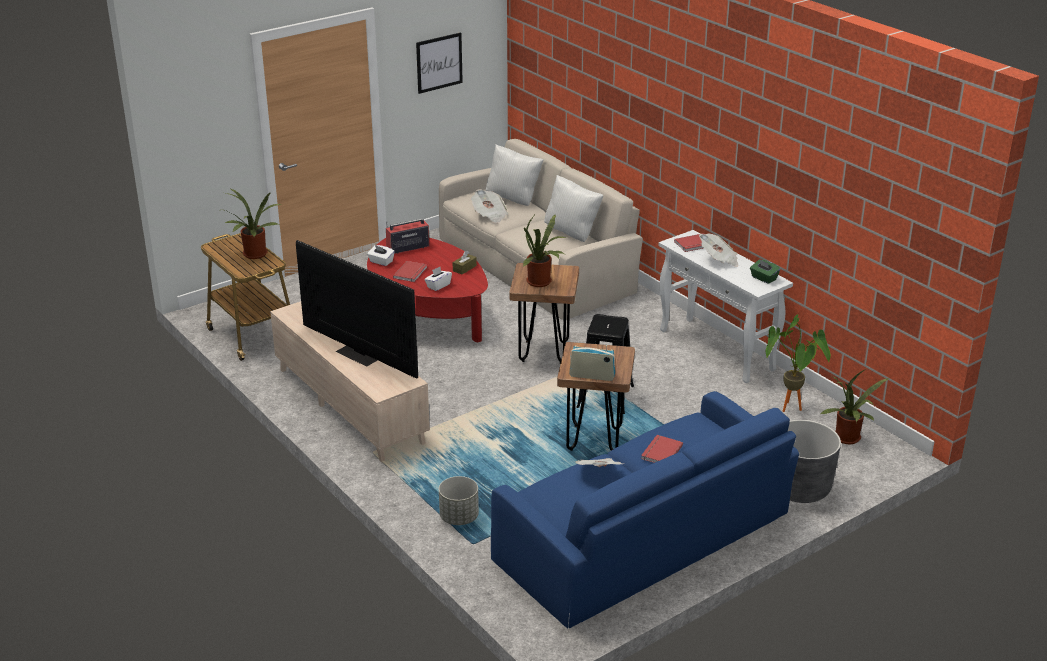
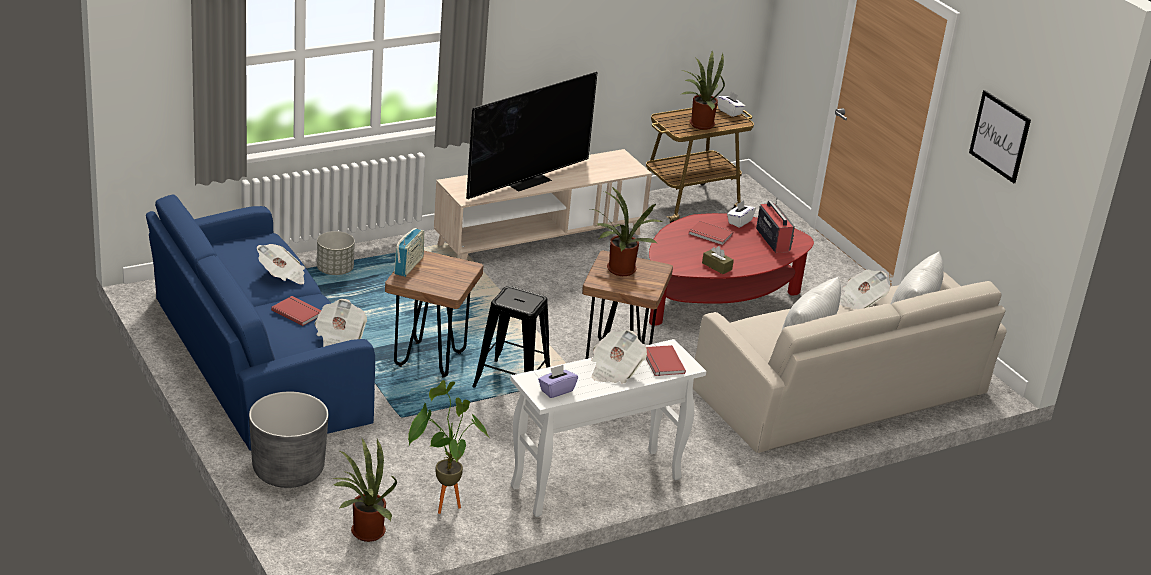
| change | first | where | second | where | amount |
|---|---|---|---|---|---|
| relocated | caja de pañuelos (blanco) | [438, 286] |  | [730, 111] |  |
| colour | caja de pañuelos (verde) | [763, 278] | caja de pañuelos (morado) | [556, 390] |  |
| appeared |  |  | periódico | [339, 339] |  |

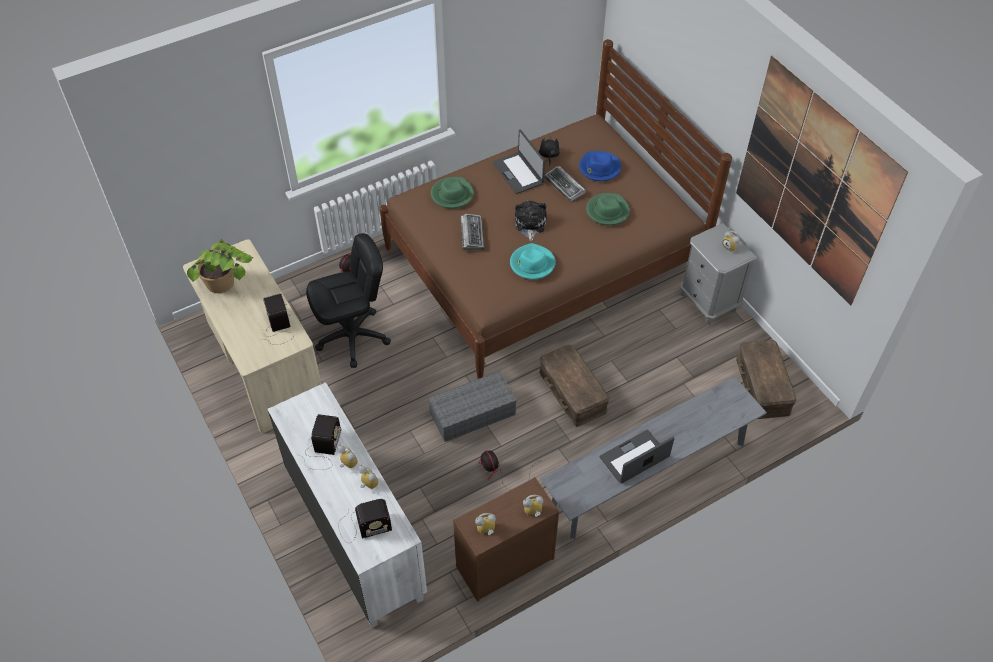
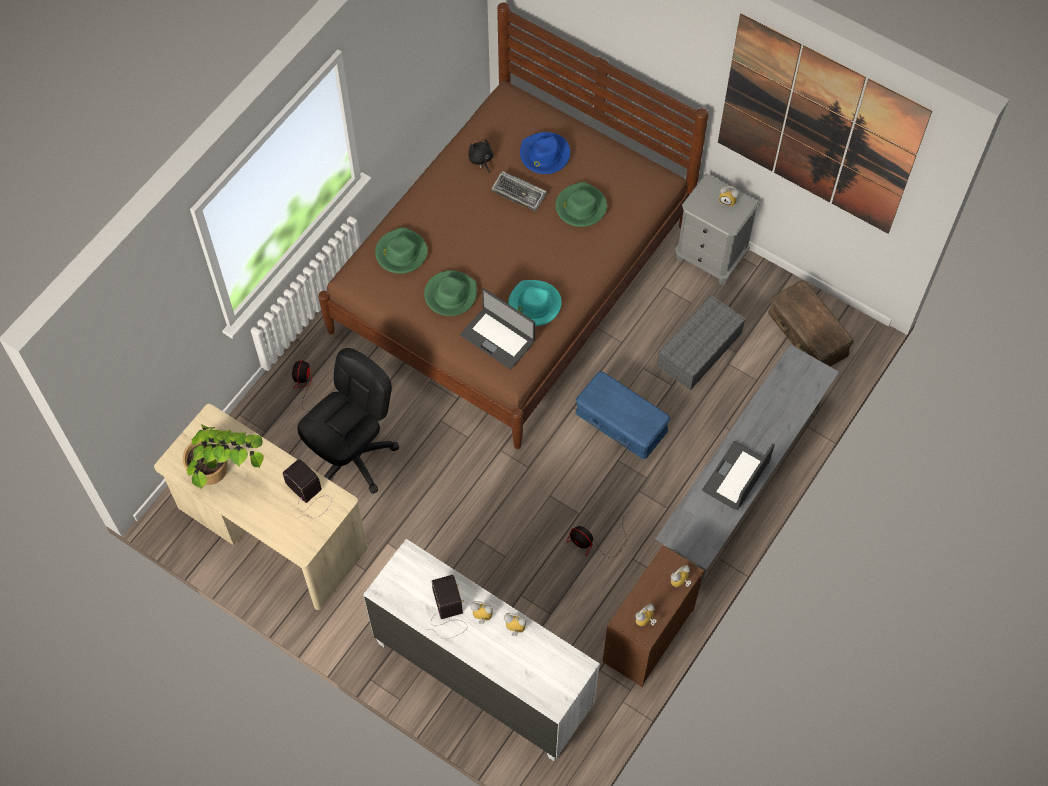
| change | first | where | second | where | amount |
|---|---|---|---|---|---|
| missing | radio | [362, 526] |  |  |  |
| relocated | caja de almacenaje (gris) | [471, 414] |  | [699, 351] |  |
| exchanged | teclado | [472, 234] | sombrero (verde) | [450, 295] |  |
| relocated | portátil | [518, 173] |  | [498, 338] |  |
| missing | peluche | [530, 224] |  |  |  |
| colour | caja de almacenaje (marrón) | [573, 391] | caja de almacenaje (azul) | [622, 420] |  |

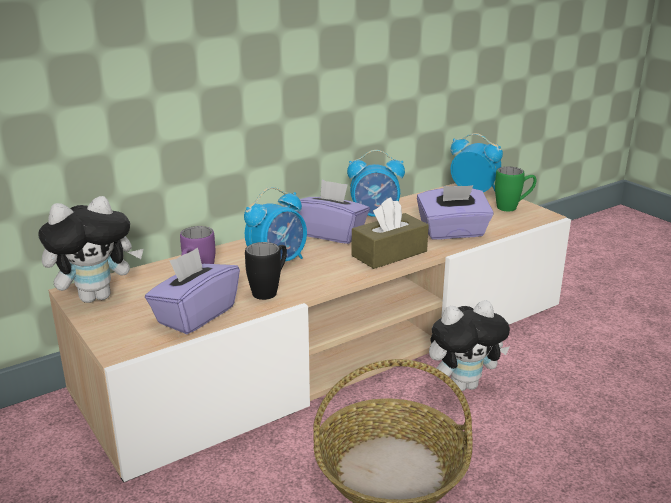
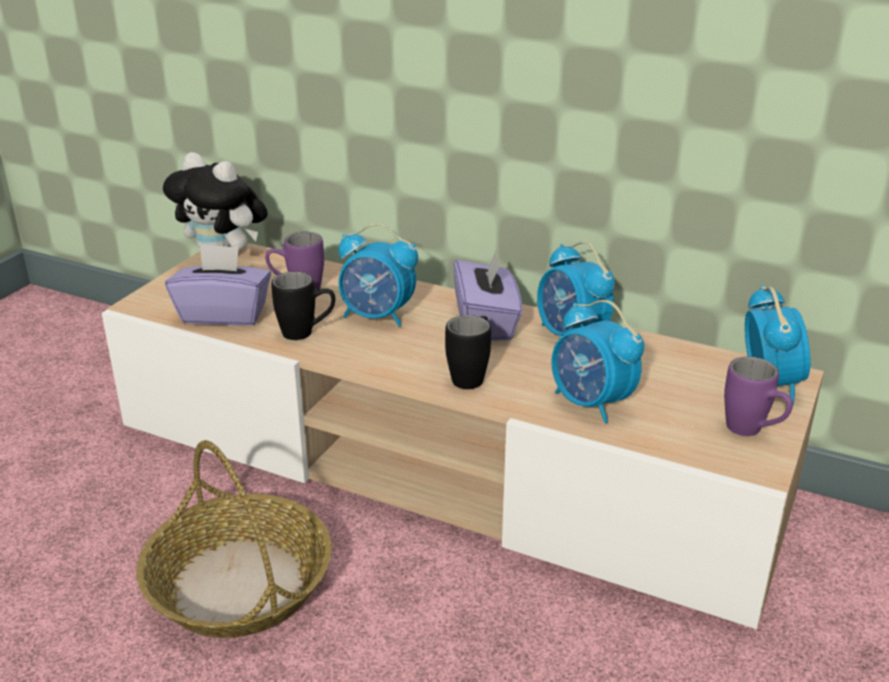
| change | first | where | second | where | amount |
|---|---|---|---|---|---|
| exchanged | caja de pañuelos (marrón) | [389, 253] | taza grande (negro) | [472, 375] |  |
| exchanged | caja de pañuelos (morado) | [453, 232] | despertador | [591, 404] |  |
| missing | peluche | [463, 384] |  |  |  |
| colour | taza grande (verde) | [513, 207] | taza grande (morado) | [752, 432] |  |

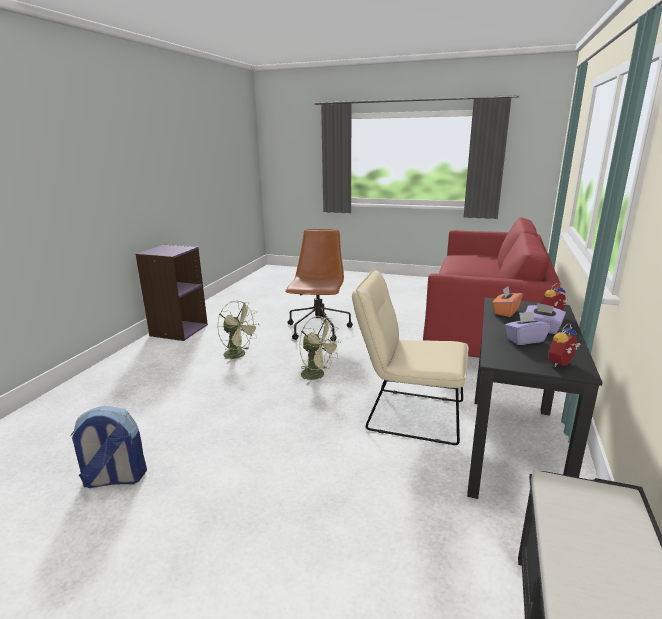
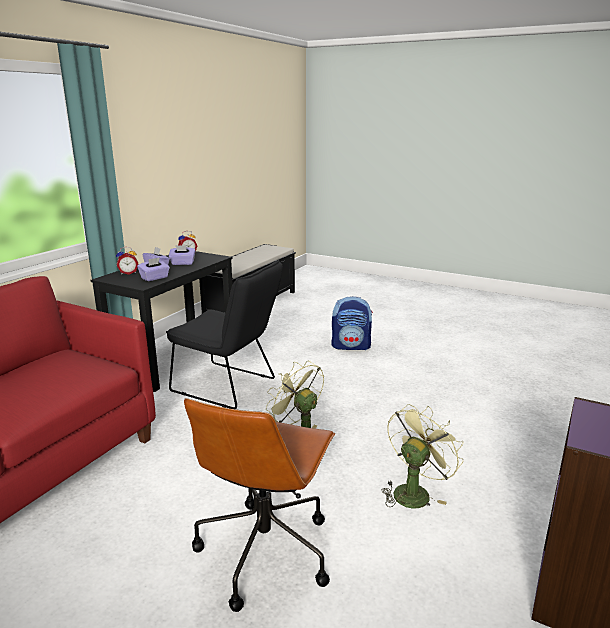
| change | first | where | second | where | amount |
|---|---|---|---|---|---|
| relocated | mochila | [114, 479] |  | [351, 346] |  |
| spun | ventilador (verde) | [239, 355] |  | [414, 491] | 90 degrees clockwise |
| colour | silla (beis) | [408, 414] | silla (negro) | [229, 387] |  |
| colour | caja de pañuelos (naranja) | [505, 311] | caja de pañuelos (morado) | [154, 278] |  |

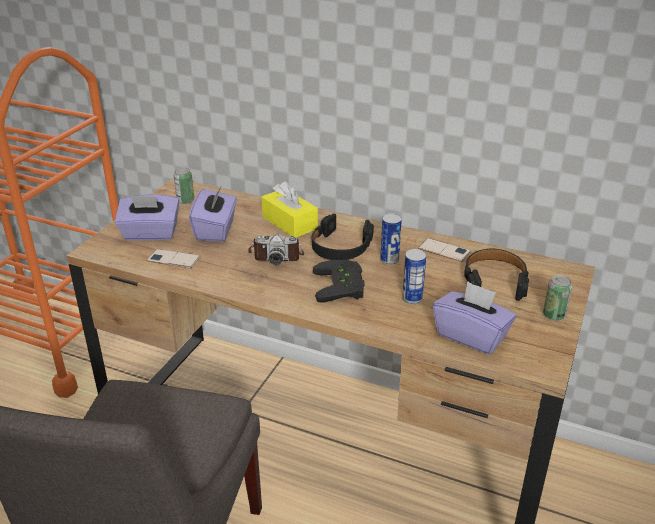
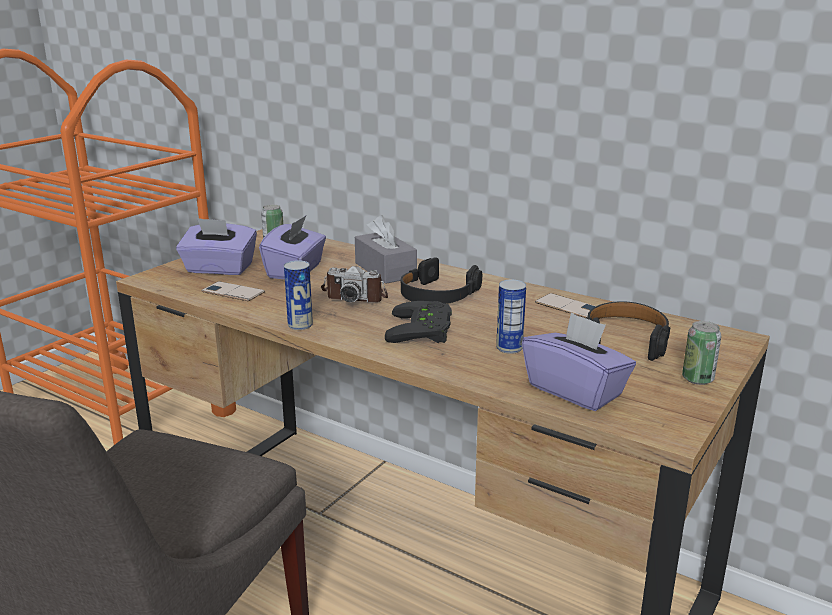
| change | first | where | second | where | amount |
|---|---|---|---|---|---|
| colour | caja de pañuelos (amarillo) | [289, 223] | caja de pañuelos (gris) | [385, 270] |  |
| relocated | lata | [389, 260] |  | [300, 325] |  |

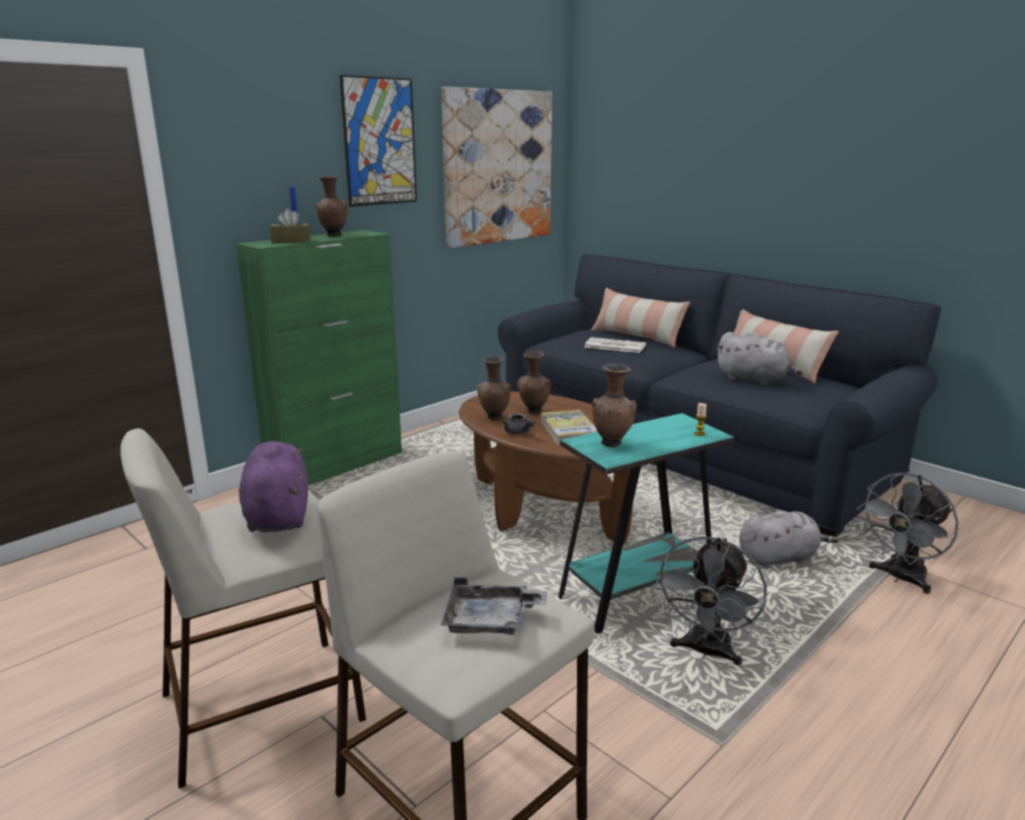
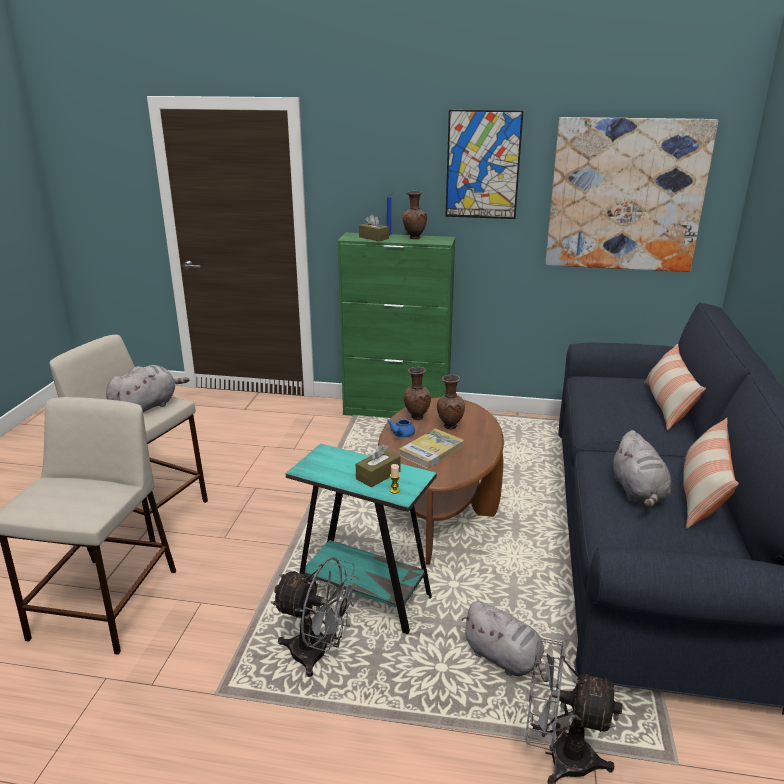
| change | first | where | second | where | amount |
|---|---|---|---|---|---|
| colour | peluche (morado) | [277, 514] | peluche (gris) | [147, 407] |  |
| missing | bandeja (gris) | [491, 621] |  |  |  |
| colour | tetera (gris) | [519, 432] | tetera (azul) | [401, 435] |  |
| missing | periódico | [614, 346] |  |  |  |
| missing | florero (marrón) | [612, 443] |  |  |  |
| spun | ventilador (gris) | [706, 652] |  | [318, 655] | 150 degrees counterclockwise |
| appeared |  |  | caja de pañuelos (marrón) | [378, 475] |  |

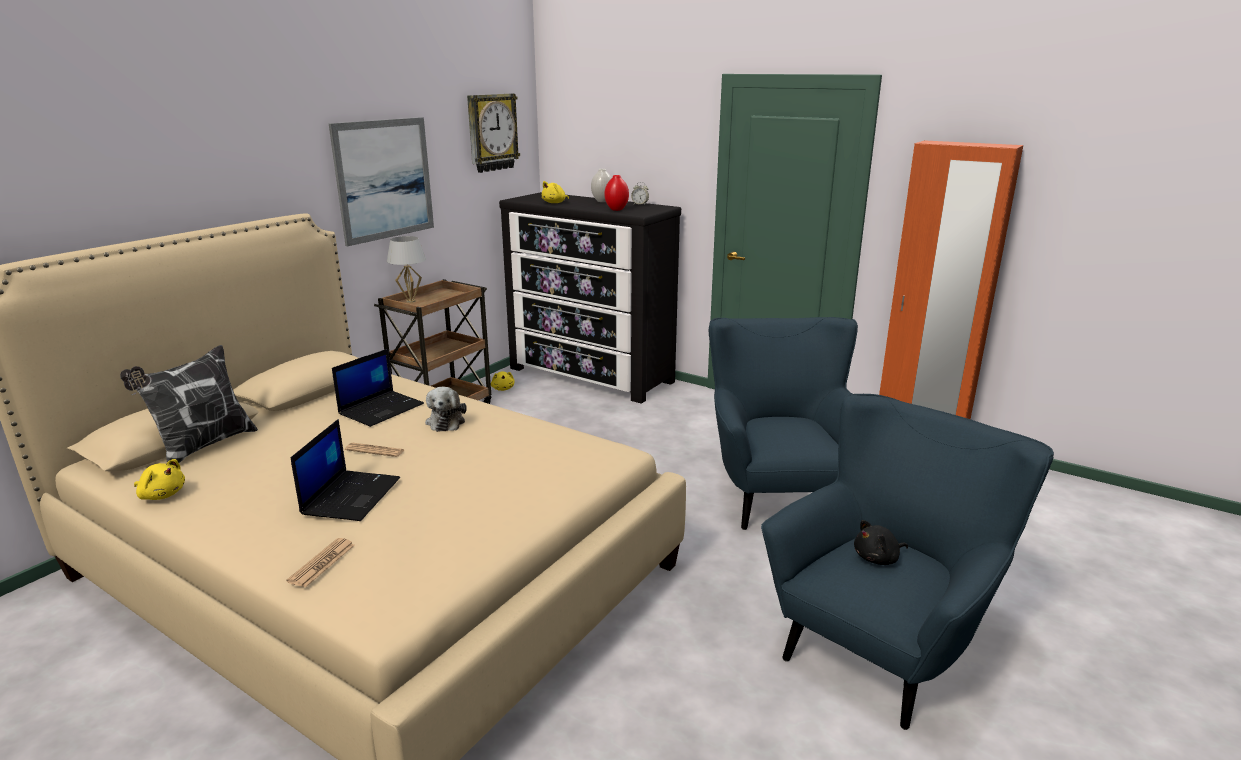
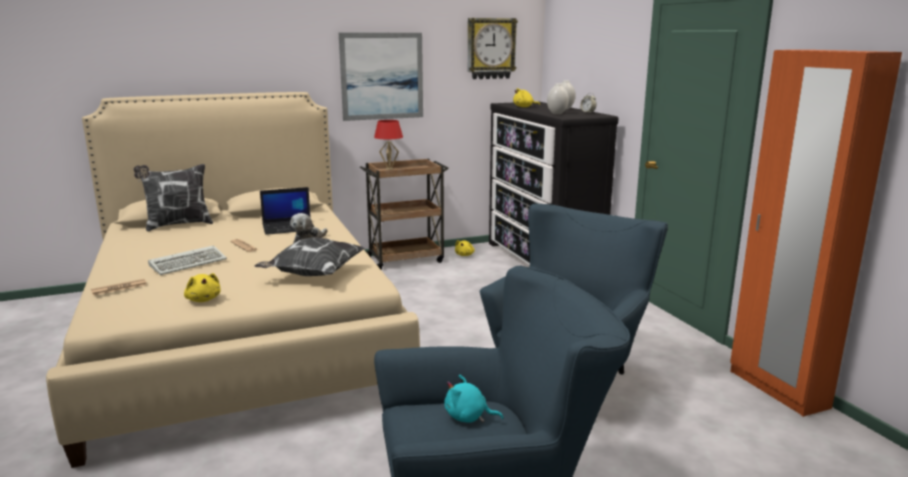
| change | first | where | second | where | amount |
|---|---|---|---|---|---|
| relocated | peluche (amarillo) | [162, 495] |  | [203, 299] |  |
| exchanged | portátil | [351, 495] | teclado | [189, 263] |  |
| colour | lámpara de mesa (blanco) | [411, 301] | lámpara de mesa (rojo) | [389, 169] |  |
| colour | florero (rojo) | [616, 209] | florero (blanco) | [557, 113] |  |
| colour | peluche (negro) | [878, 558] | peluche (turquesa) | [468, 417] |  |
| appeared |  |  | cojín | [312, 275] |  |

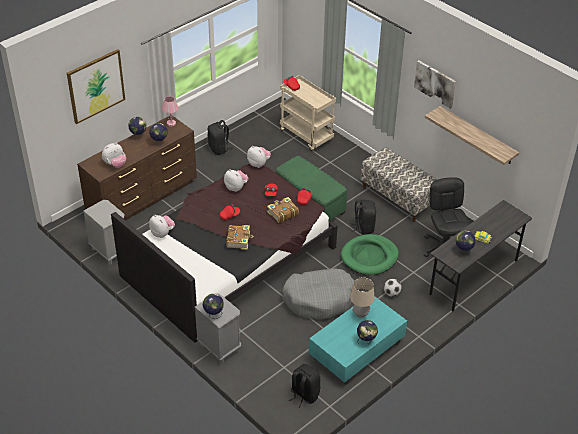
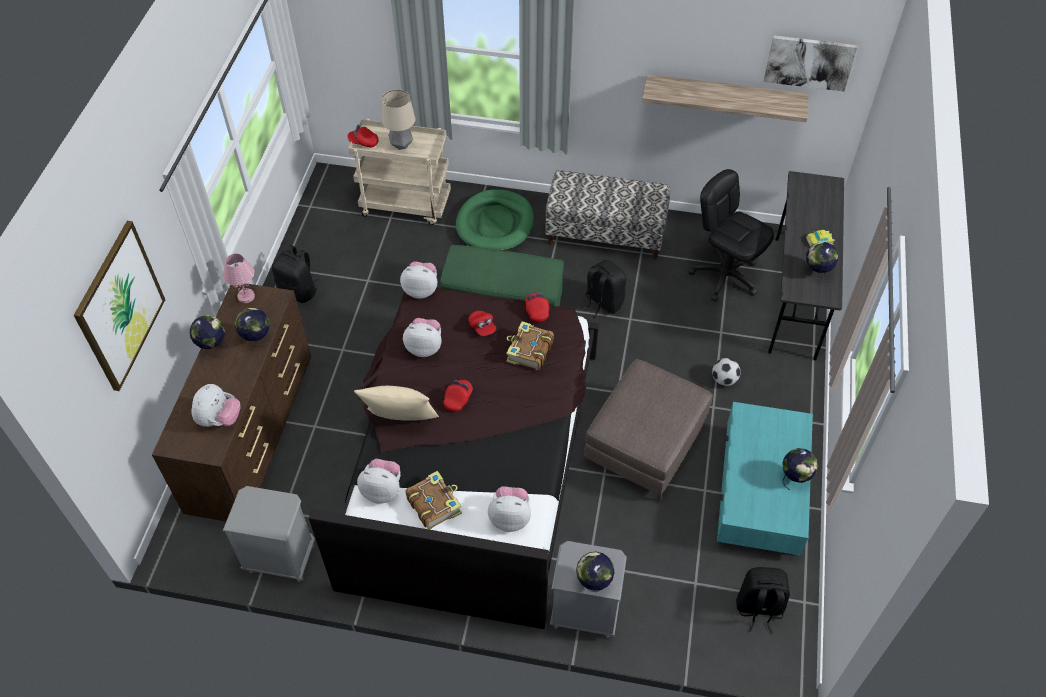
| change | first | where | second | where | amount |
|---|---|---|---|---|---|
| relocated | libro | [239, 240] |  | [434, 504] |  |
| exchanged | cama para perro (gris) | [319, 299] | puf (marrón) | [645, 445] |  |
| relocated | cama para perro (verde) | [369, 257] |  | [495, 224] |  |
| relocated | lámpara de mesa | [360, 314] |  | [401, 145] |  |
| relocated | cuadro | [435, 83] |  | [809, 62] |  |
| appeared |  |  | cojín (beis) | [400, 422] |  |
| appeared |  |  | peluche | [510, 517] |  |

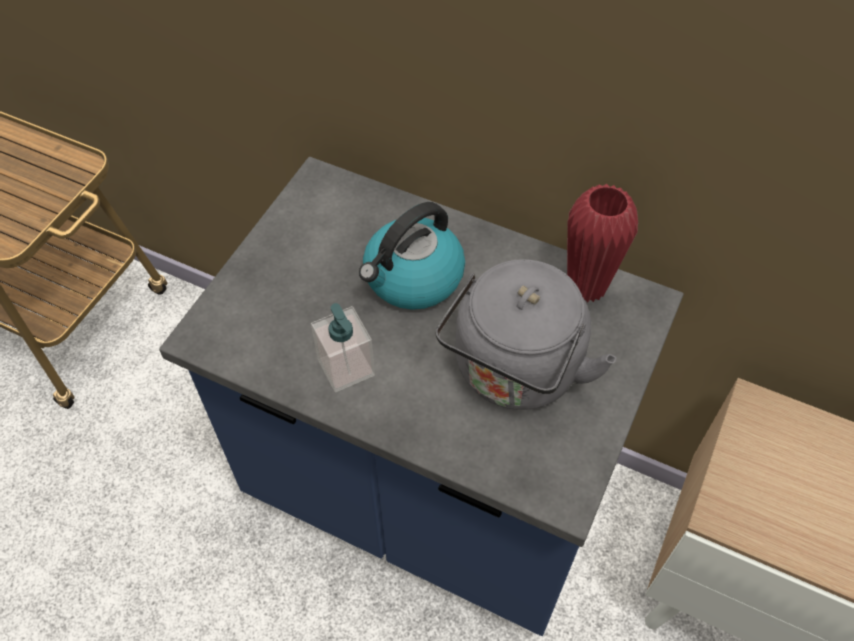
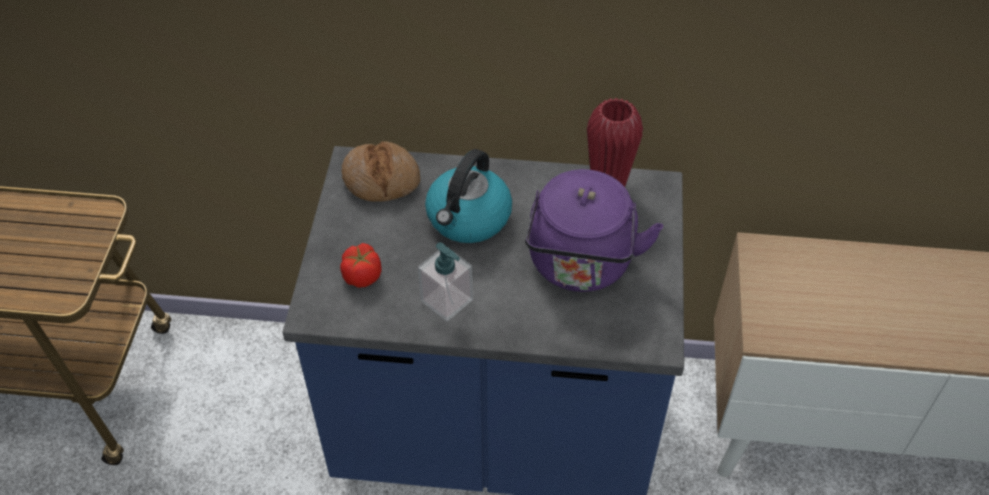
| change | first | where | second | where | amount |
|---|---|---|---|---|---|
| colour | hervidor (gris) | [514, 373] | hervidor (morado) | [580, 266] |  |
| appeared |  |  | tomate | [362, 275] |  |
| appeared |  |  | pan | [381, 179] |  |

